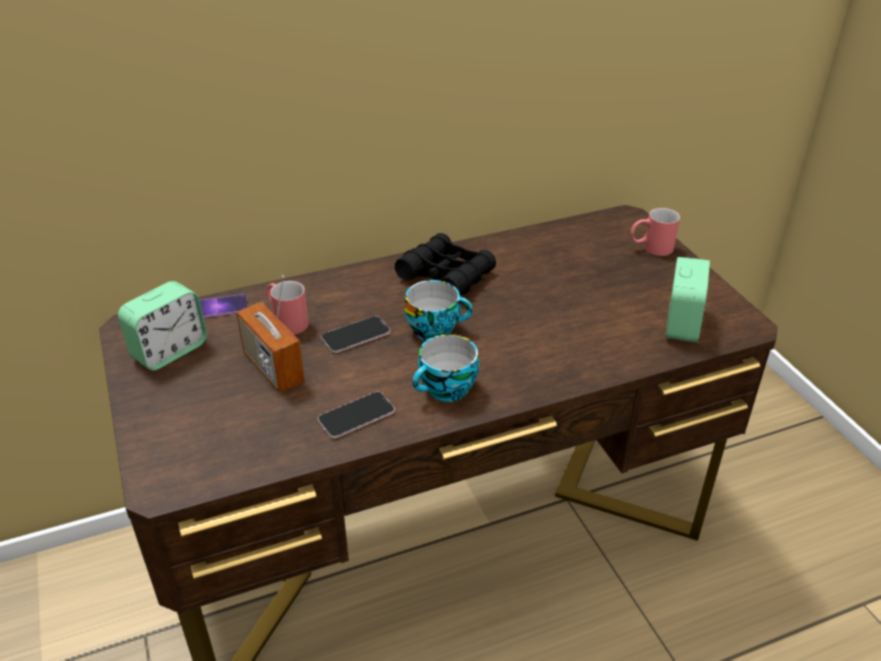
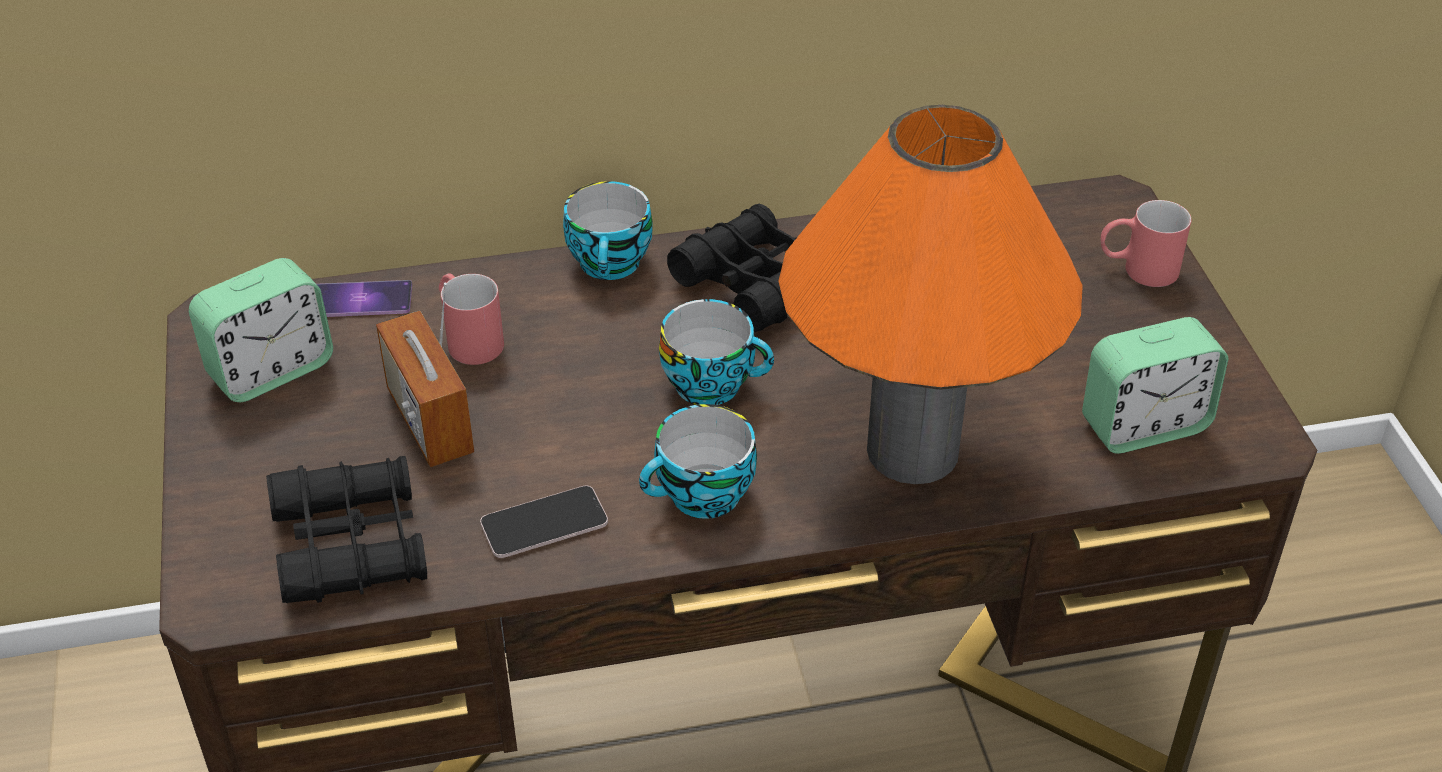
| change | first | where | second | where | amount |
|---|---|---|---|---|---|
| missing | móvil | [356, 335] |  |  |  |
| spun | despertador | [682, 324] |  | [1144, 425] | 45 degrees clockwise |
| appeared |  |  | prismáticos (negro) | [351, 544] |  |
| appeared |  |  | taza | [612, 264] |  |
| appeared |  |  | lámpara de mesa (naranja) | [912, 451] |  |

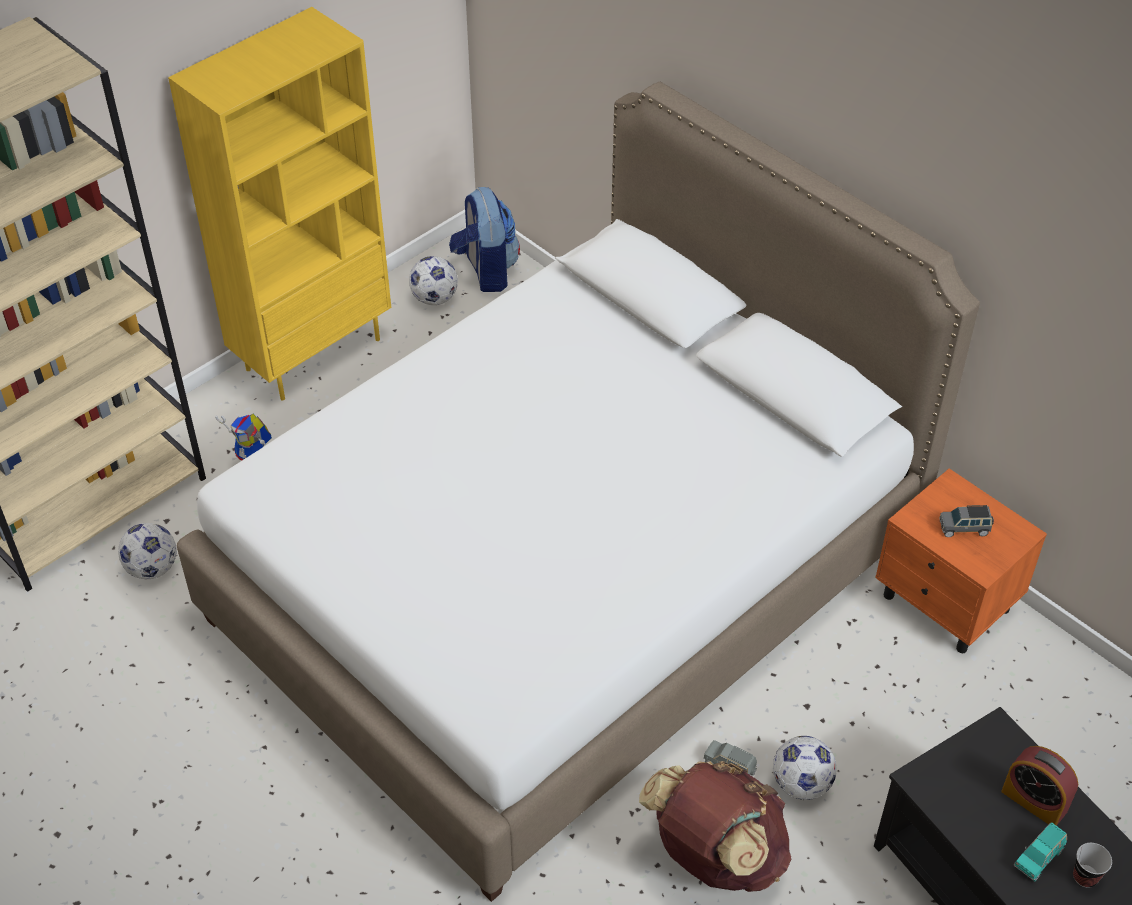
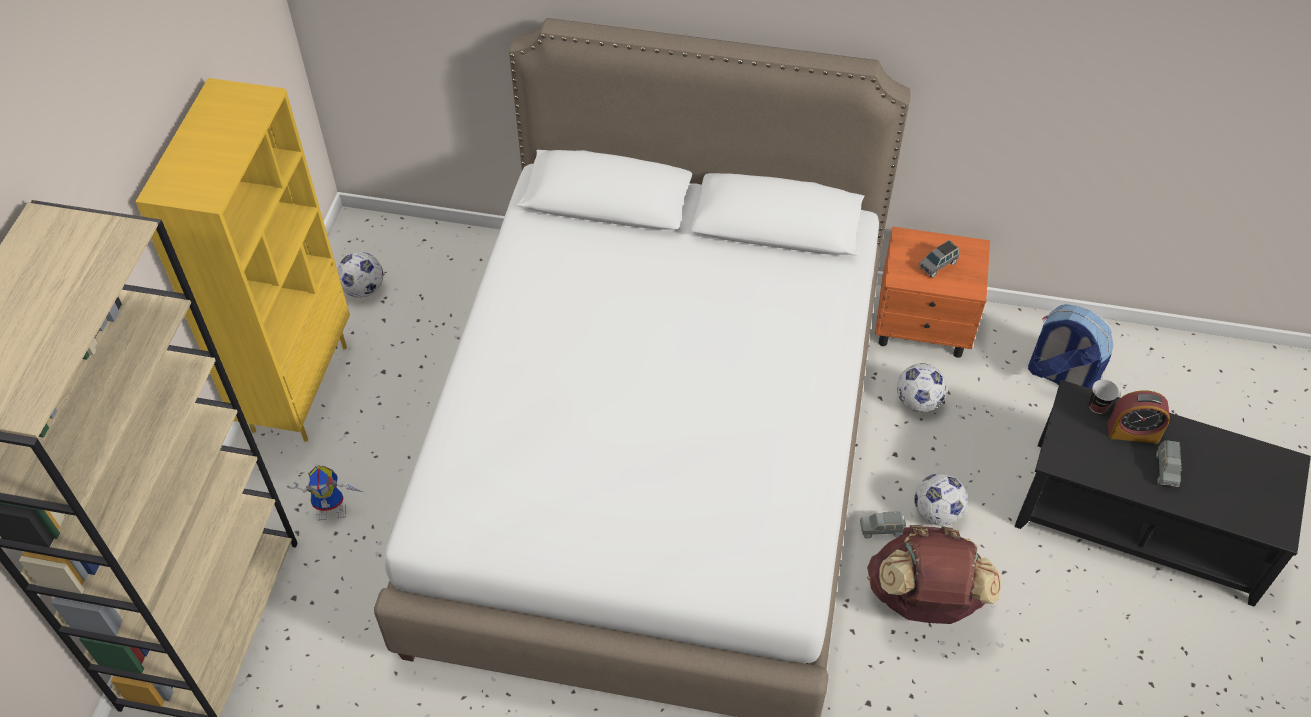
| change | first | where | second | where | amount |
|---|---|---|---|---|---|
| relocated | balón de fútbol | [152, 568] |  | [918, 402] |  |
| relocated | mochila | [486, 271] |  | [1059, 376] |  |
| colour | coche de juguete (turquesa) | [1038, 858] | coche de juguete (gris) | [1166, 469] |  |
| relocated | taza | [1085, 877] |  | [1098, 406] |  |

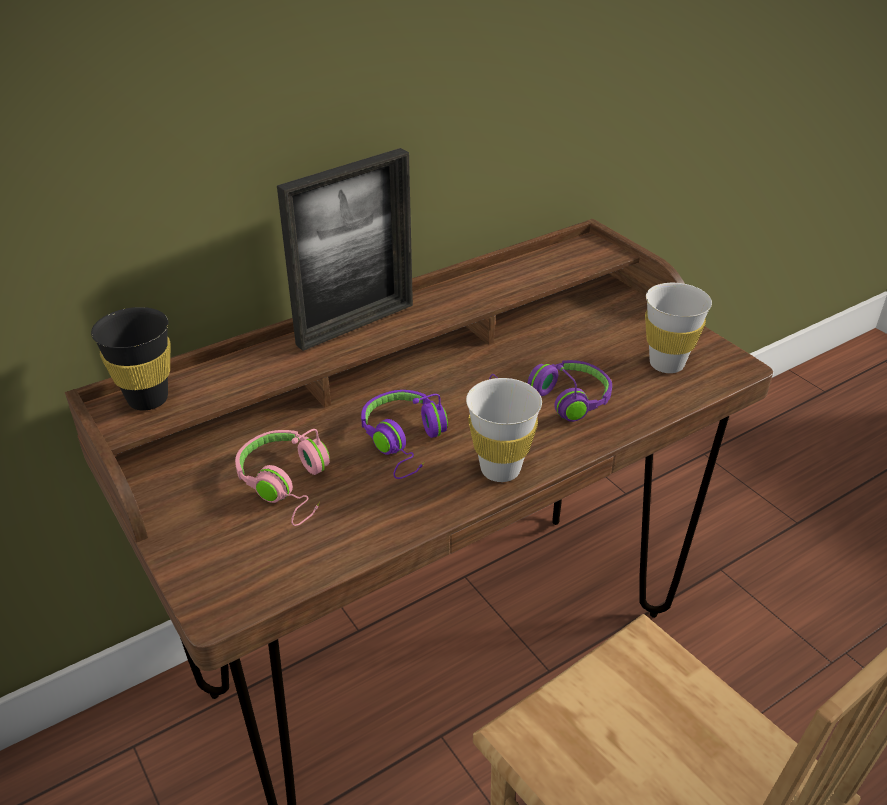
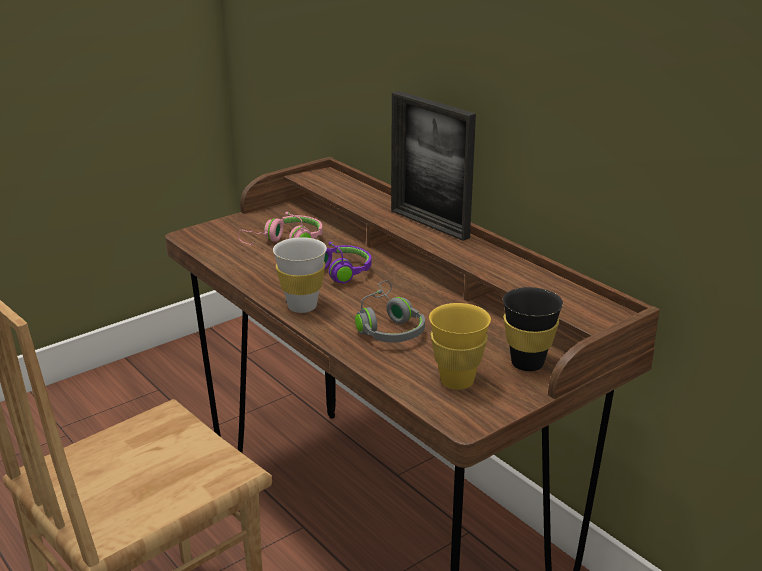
| change | first | where | second | where | amount |
|---|---|---|---|---|---|
| relocated | taza (negro) | [148, 399] |  | [527, 363] |  |
| colour | auriculares (morado) | [555, 401] | auriculares (gris) | [388, 327] |  |
| colour | taza (blanco) | [666, 364] | taza (amarillo) | [457, 381] |  |

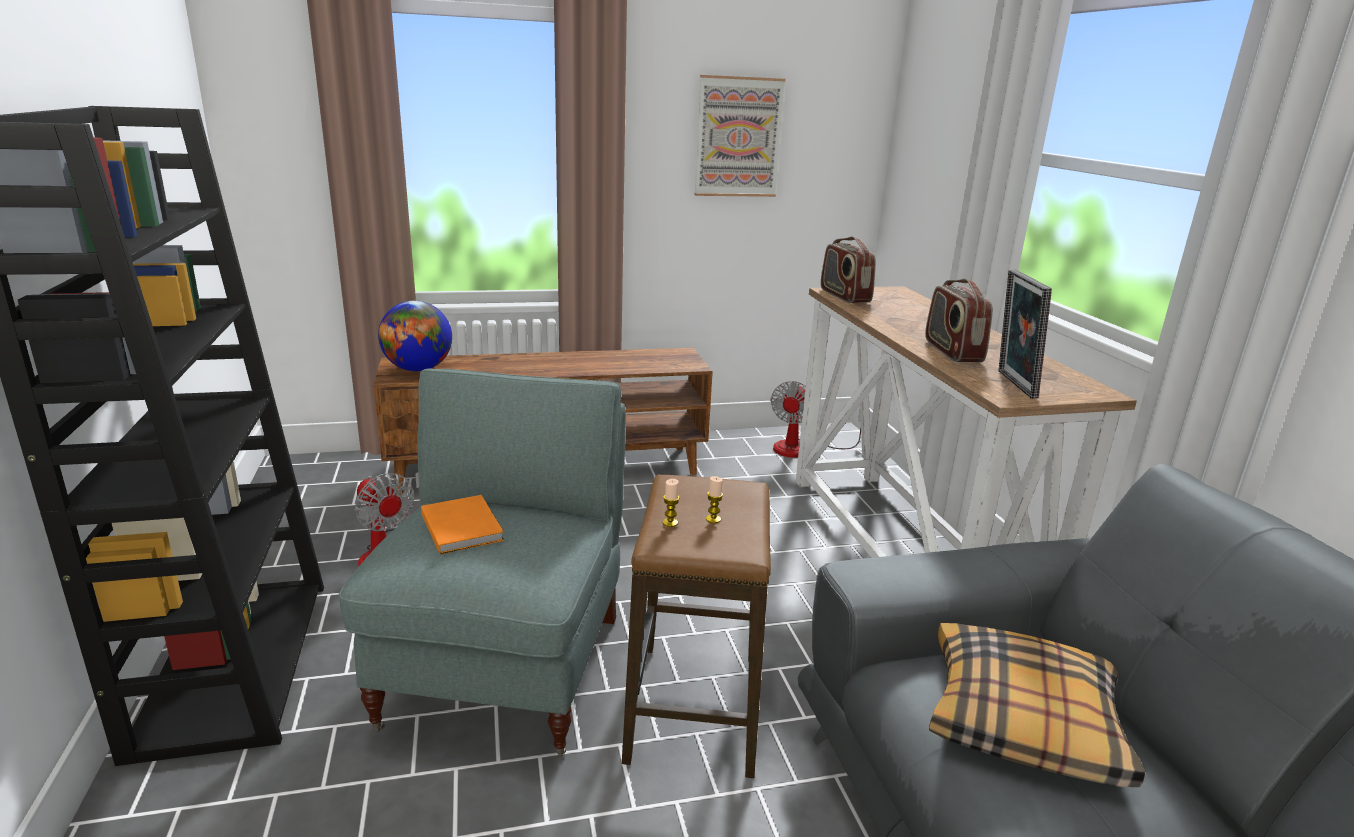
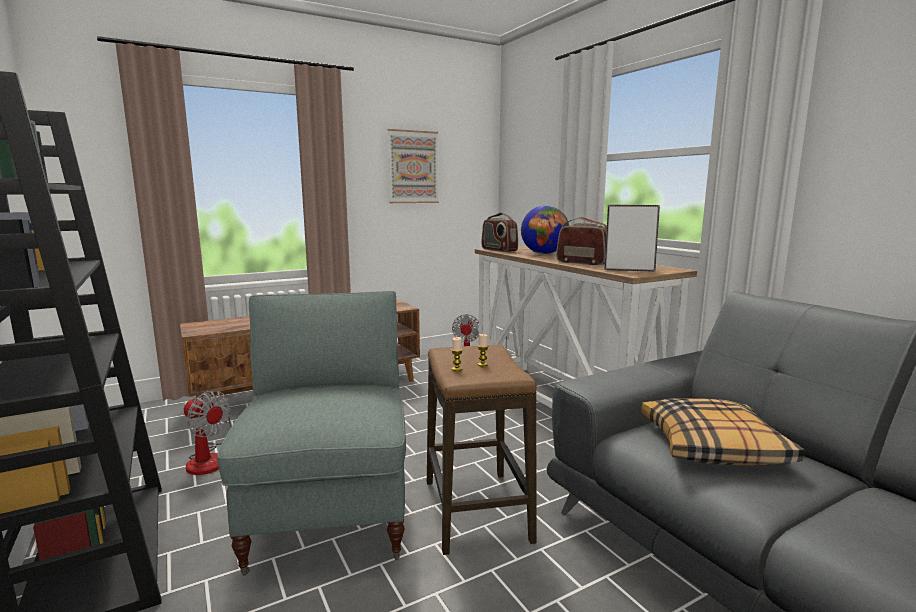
| change | first | where | second | where | amount |
|---|---|---|---|---|---|
| relocated | globo terráqueo | [418, 369] |  | [544, 253] |  |
| missing | libro (naranja) | [462, 526] |  |  |  |
| spun | radio | [952, 351] |  | [582, 263] | 150 degrees clockwise |
| spun | portarretratos | [1012, 384] |  | [629, 270] | 120 degrees clockwise |

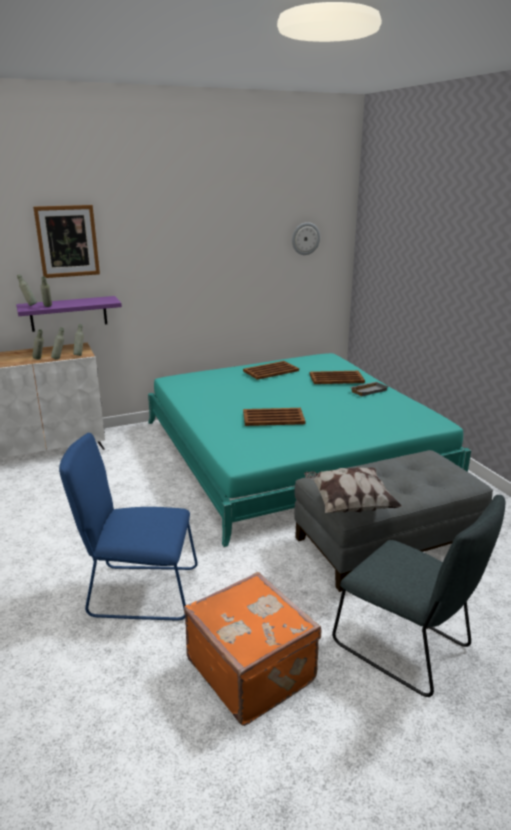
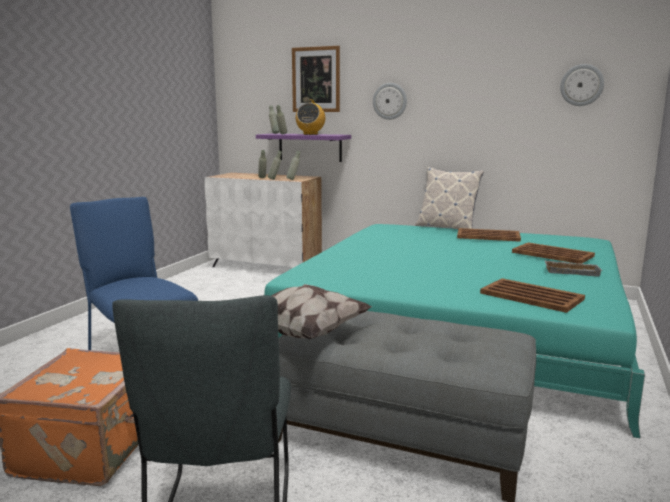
| change | first | where | second | where | amount |
|---|---|---|---|---|---|
| relocated | bandeja (marrón) | [272, 418] |  | [530, 296] |  |
| appeared |  |  | radio | [310, 134] |  |
| appeared |  |  | reloj de pared | [390, 101] |  |
| appeared |  |  | cojín | [447, 227] |  |

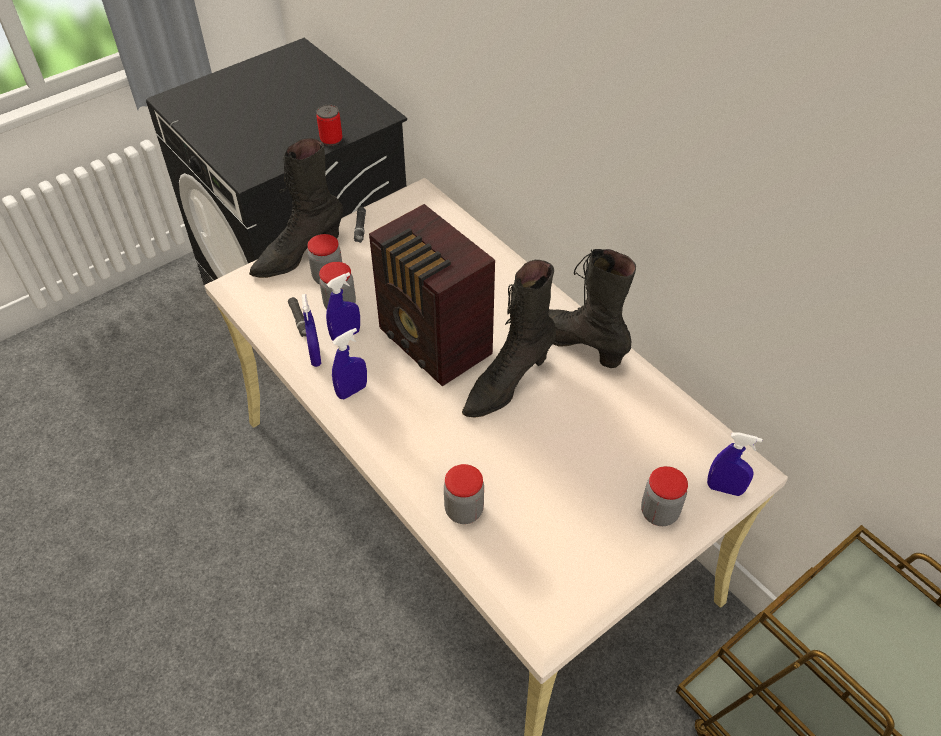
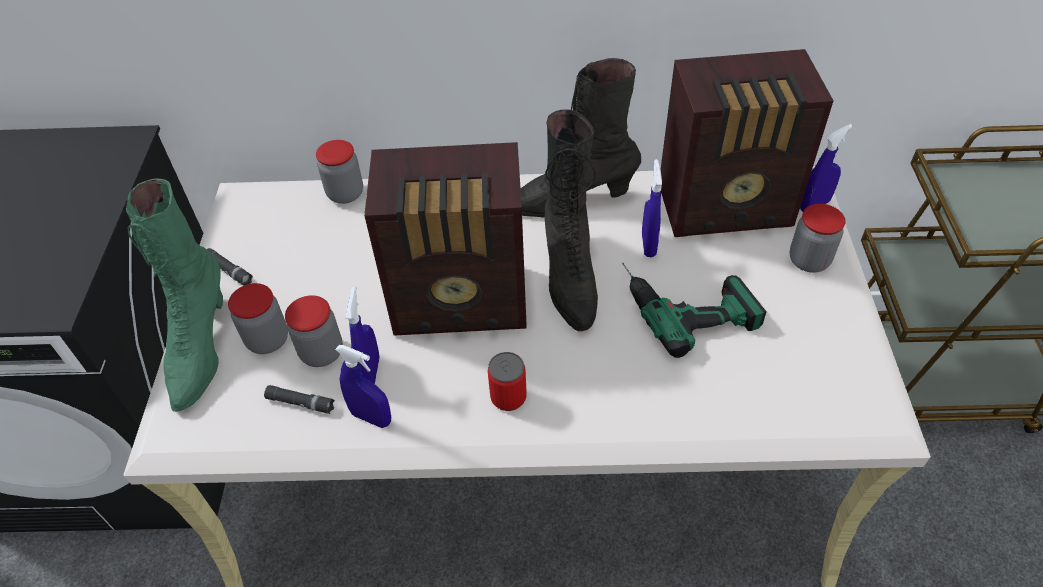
| change | first | where | second | where | amount |
|---|---|---|---|---|---|
| colour | bota (negro) | [298, 255] | bota (verde) | [200, 348] |  |
| relocated | lata | [331, 139] |  | [508, 397] |  |
| relocated | pulverizador (azul) | [352, 391] |  | [648, 245] |  |
| relocated | tarro | [464, 510] |  | [345, 194] |  |
| appeared |  |  | taladro | [684, 301] |  |
| appeared |  |  | radio | [727, 208] |  |

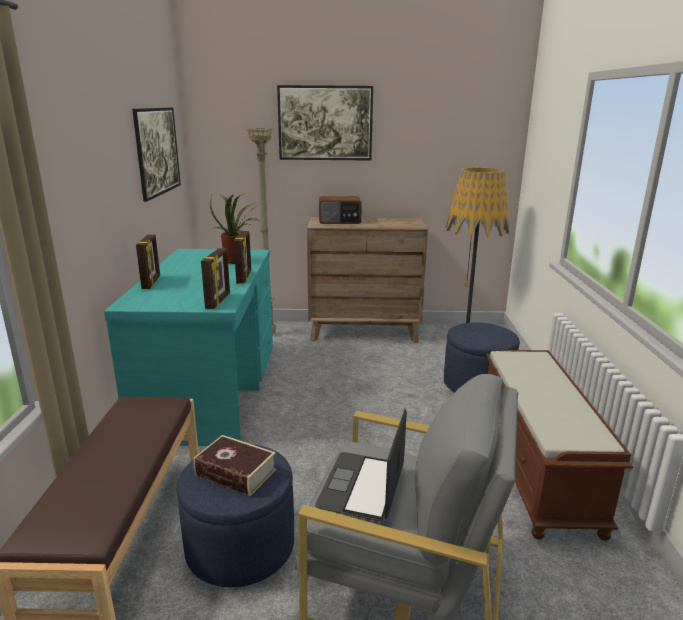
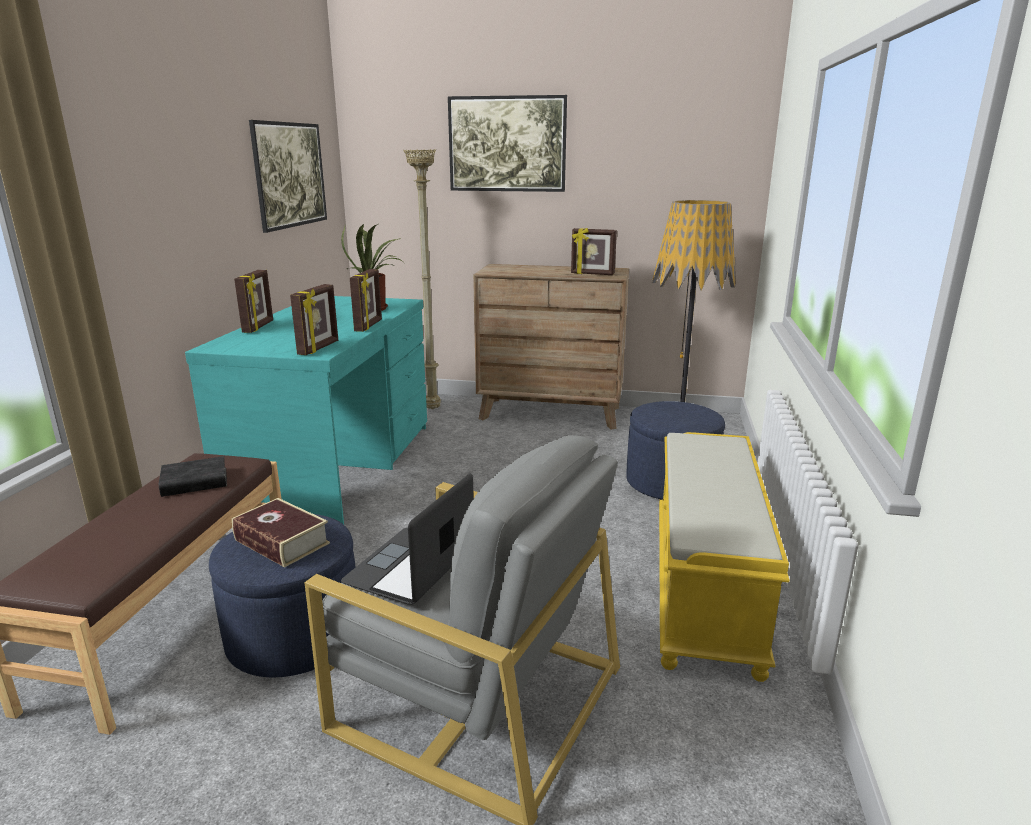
| change | first | where | second | where | amount |
|---|---|---|---|---|---|
| missing | radio | [340, 221] |  |  |  |
| colour | banco (marrón) | [537, 468] | banco (amarillo) | [706, 586] |  |
| appeared |  |  | libro (negro) | [195, 482] |  |
| appeared |  |  | portarretratos | [592, 274] |  |

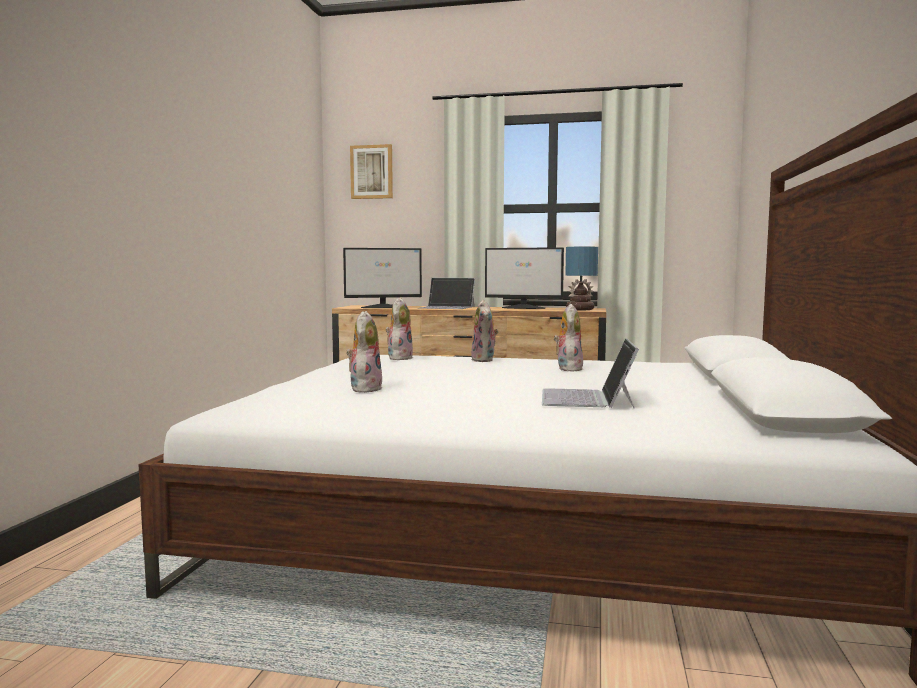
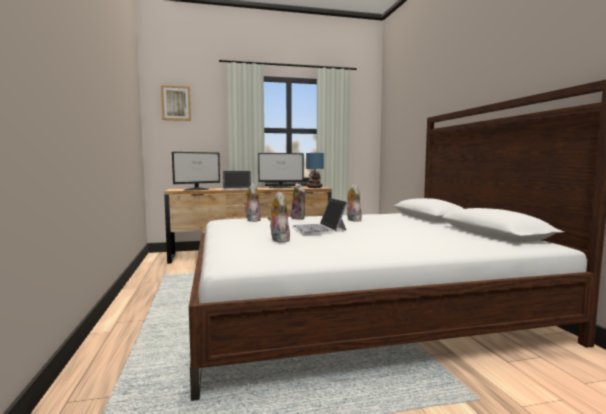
| change | first | where | second | where | amount |
|---|---|---|---|---|---|
| relocated | portátil | [588, 398] |  | [319, 228] |  |

